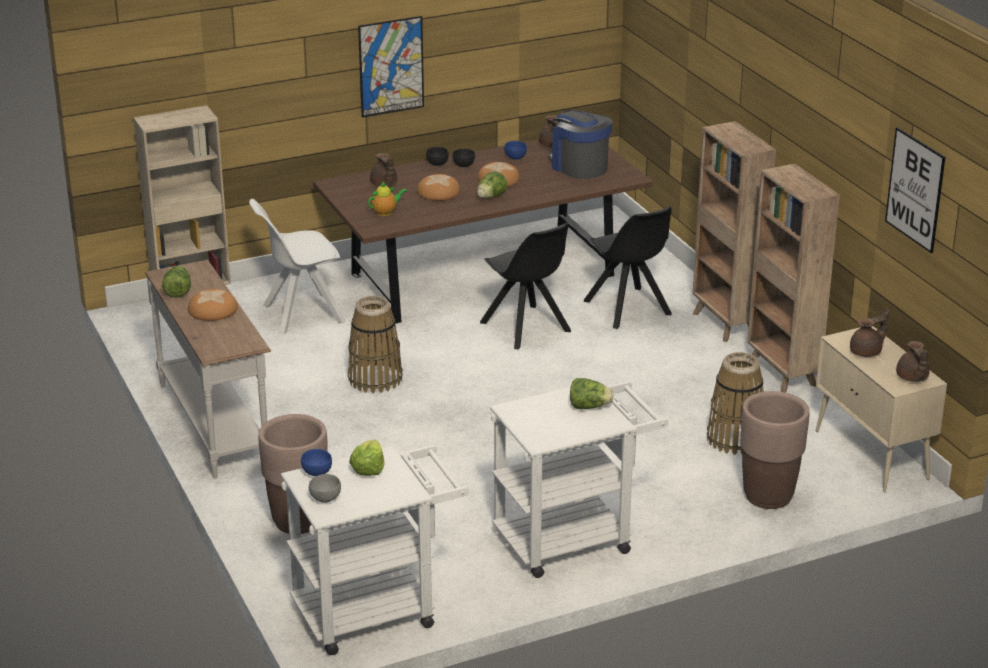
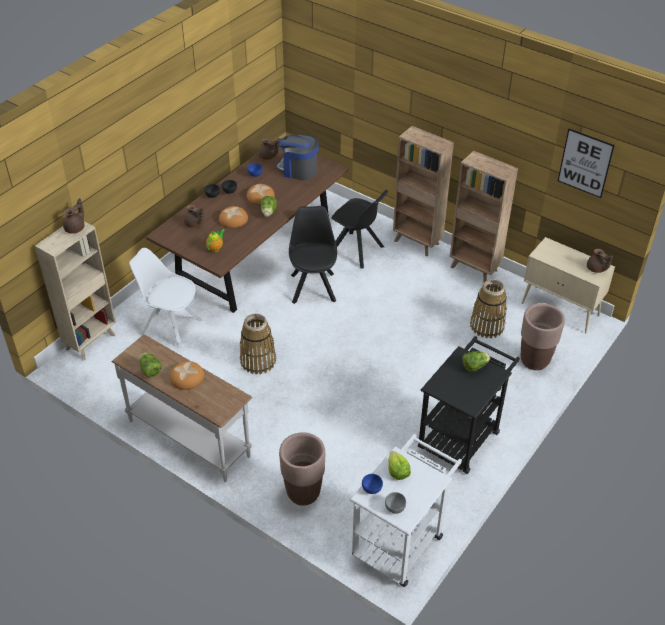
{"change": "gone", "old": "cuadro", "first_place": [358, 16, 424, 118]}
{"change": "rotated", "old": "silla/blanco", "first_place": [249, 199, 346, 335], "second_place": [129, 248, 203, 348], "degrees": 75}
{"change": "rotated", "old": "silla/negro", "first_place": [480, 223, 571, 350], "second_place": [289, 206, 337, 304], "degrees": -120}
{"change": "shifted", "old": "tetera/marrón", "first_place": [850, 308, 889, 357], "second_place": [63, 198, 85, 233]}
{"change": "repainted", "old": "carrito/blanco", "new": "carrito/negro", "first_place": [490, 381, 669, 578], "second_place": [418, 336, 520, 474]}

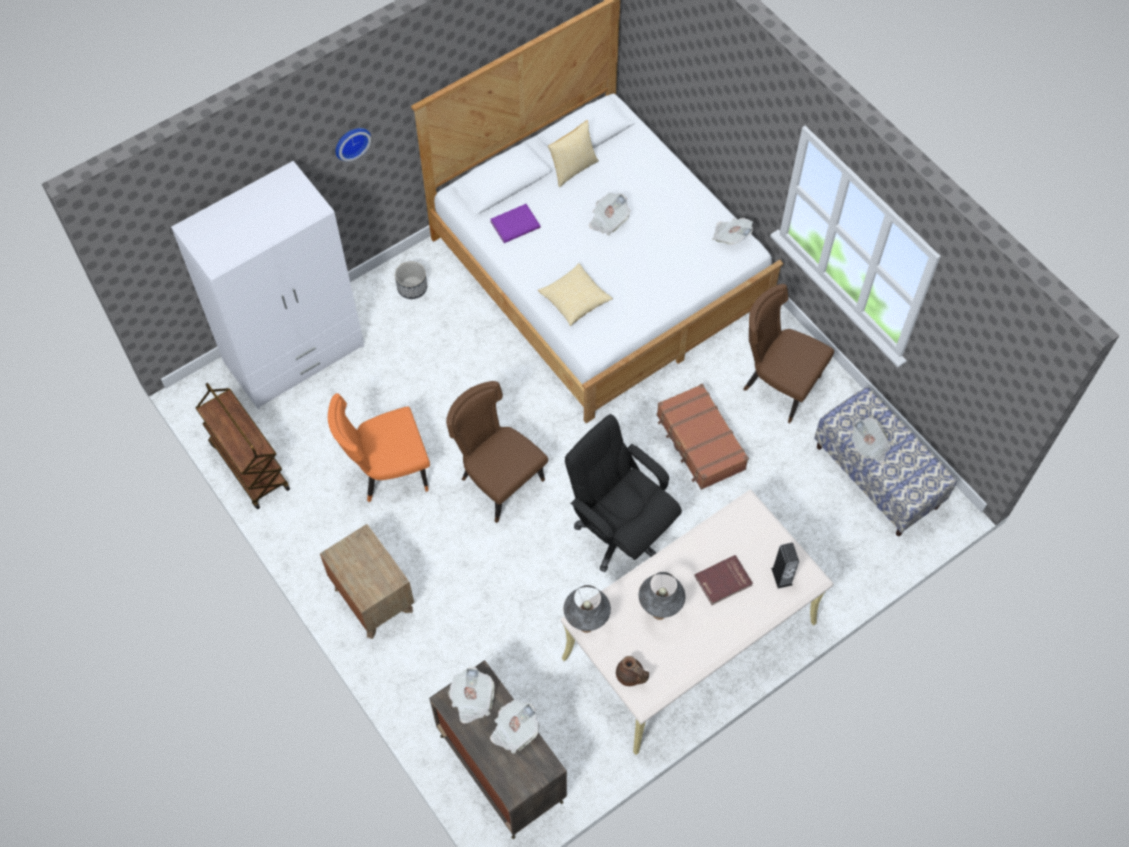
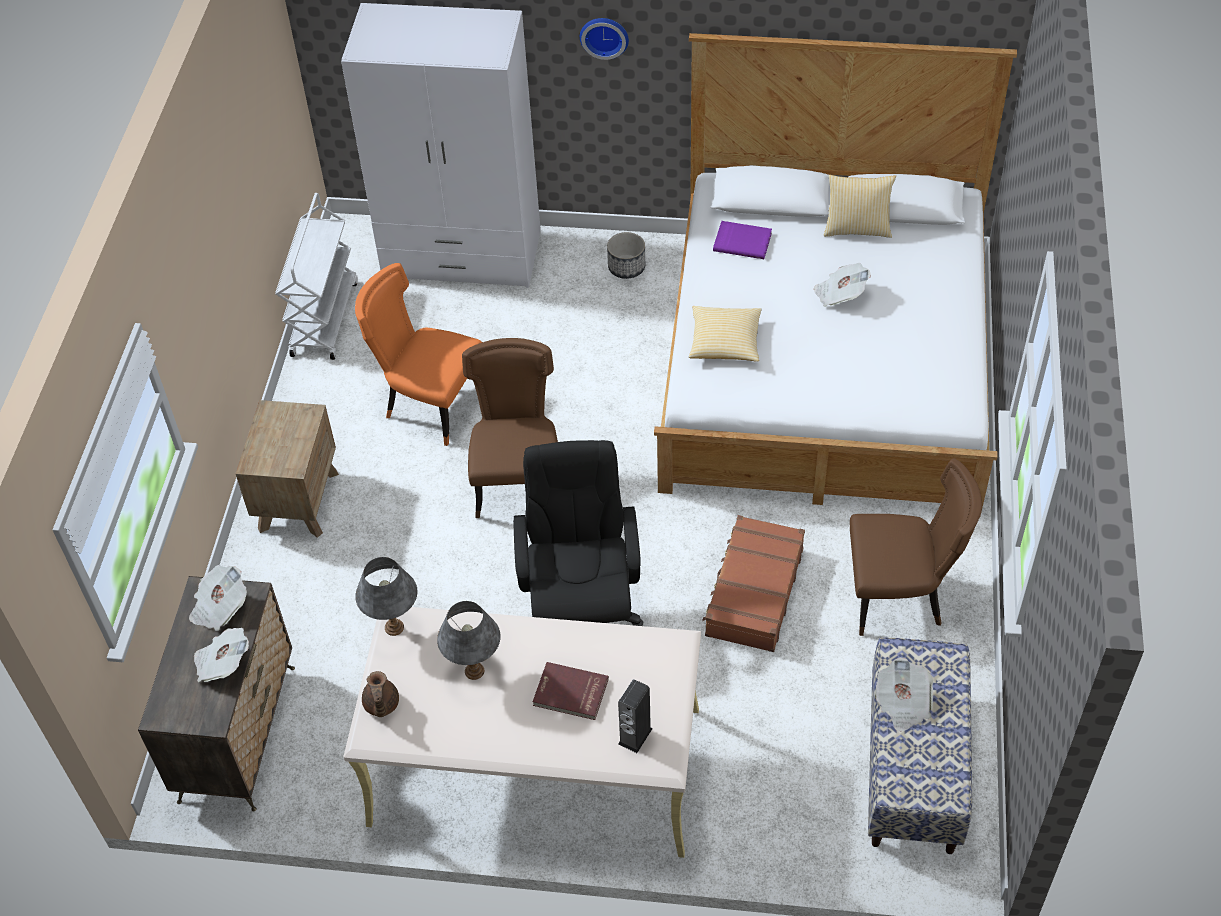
{"change": "gone", "old": "periódico", "first_place": [712, 218, 753, 245]}
{"change": "rotated", "old": "silla/marrón", "first_place": [743, 284, 834, 423], "second_place": [850, 458, 982, 636], "degrees": 105}
{"change": "repainted", "old": "carrito/marrón", "new": "carrito/blanco", "first_place": [196, 383, 290, 509], "second_place": [275, 193, 358, 360]}

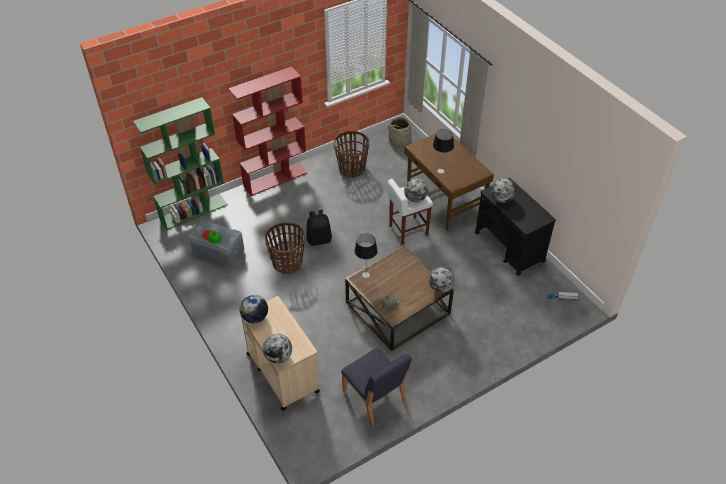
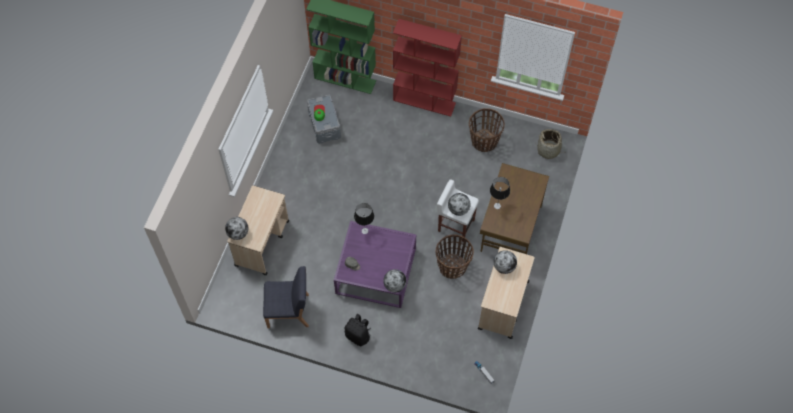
{"change": "repainted", "old": "carrito/negro", "new": "carrito/beis", "first_place": [475, 178, 556, 276], "second_place": [478, 247, 535, 339]}
{"change": "shifted", "old": "mochila/negro", "first_place": [307, 210, 332, 246], "second_place": [345, 314, 371, 346]}
{"change": "shifted", "old": "cesta", "first_place": [265, 222, 305, 274], "second_place": [436, 234, 474, 279]}
{"change": "repainted", "old": "mesa de centro/marrón", "new": "mesa de centro/morado", "first_place": [345, 244, 454, 351], "second_place": [333, 221, 416, 308]}
{"change": "gone", "old": "globo terráqueo", "first_place": [240, 295, 268, 323]}
{"change": "rotated", "old": "silla/azul", "first_place": [341, 348, 412, 426], "second_place": [263, 266, 309, 328], "degrees": -105}

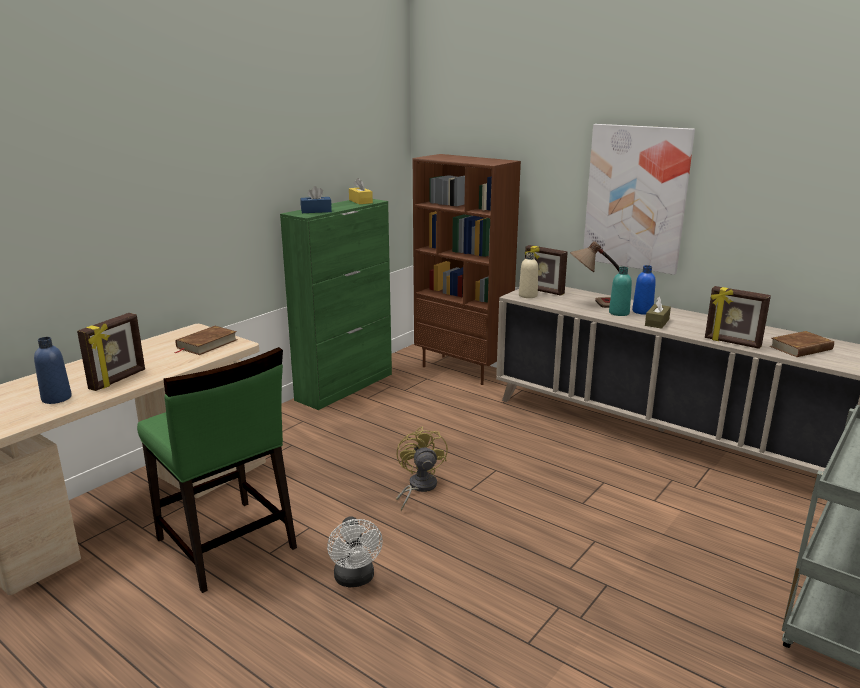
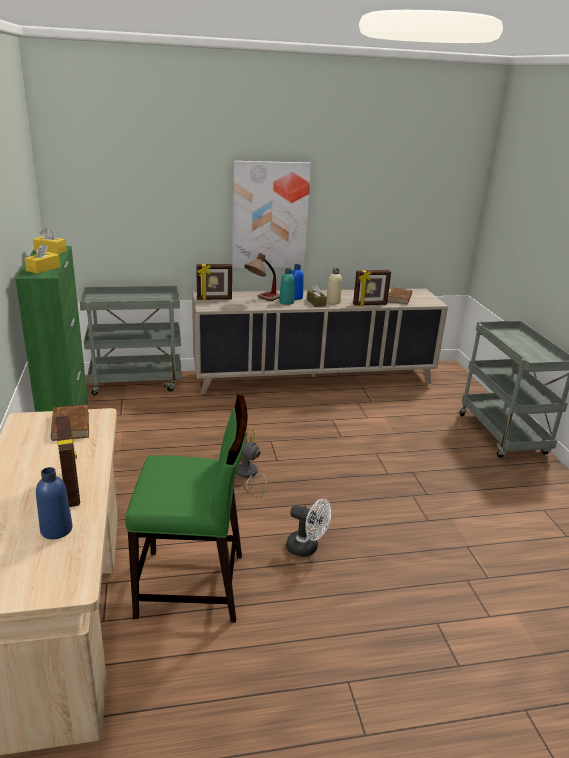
{"change": "swapped", "old": "estantería/marrón", "new": "carrito/gris", "first_place": [413, 154, 521, 385], "second_place": [80, 285, 182, 395]}
{"change": "repainted", "old": "caja de pañuelos/azul", "new": "caja de pañuelos/amarillo", "first_place": [300, 186, 332, 213], "second_place": [24, 244, 60, 274]}
{"change": "shifted", "old": "botella/beis", "first_place": [519, 252, 538, 298], "second_place": [326, 268, 342, 304]}

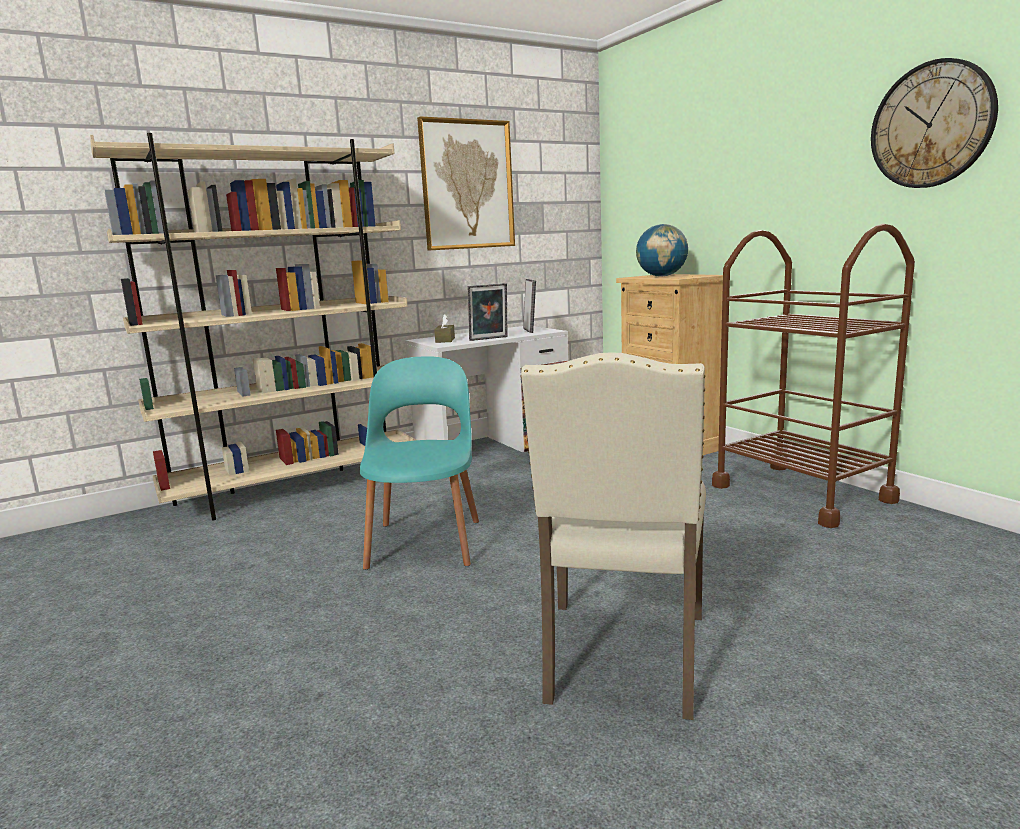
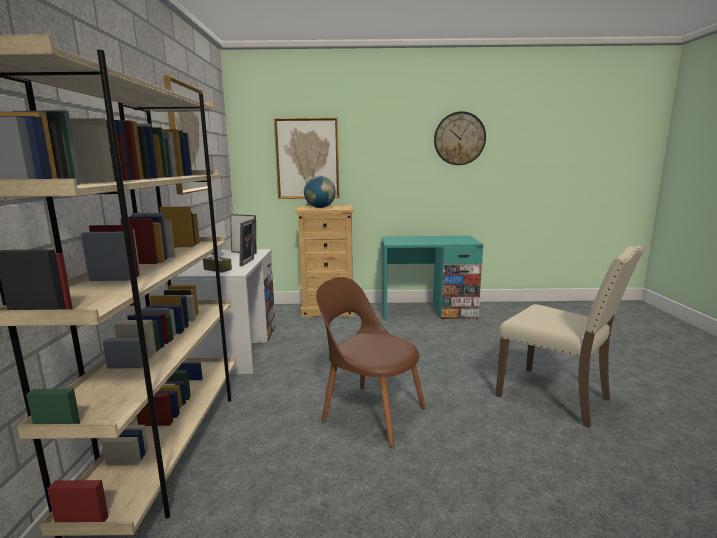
{"change": "swapped", "old": "carrito/marrón", "new": "escritorio/turquesa", "first_place": [712, 224, 915, 528], "second_place": [382, 236, 484, 321]}
{"change": "repainted", "old": "silla/turquesa", "new": "silla/marrón", "first_place": [360, 356, 479, 570], "second_place": [316, 277, 426, 447]}
{"change": "new", "new": "cuadro", "second_place": [274, 117, 339, 199]}

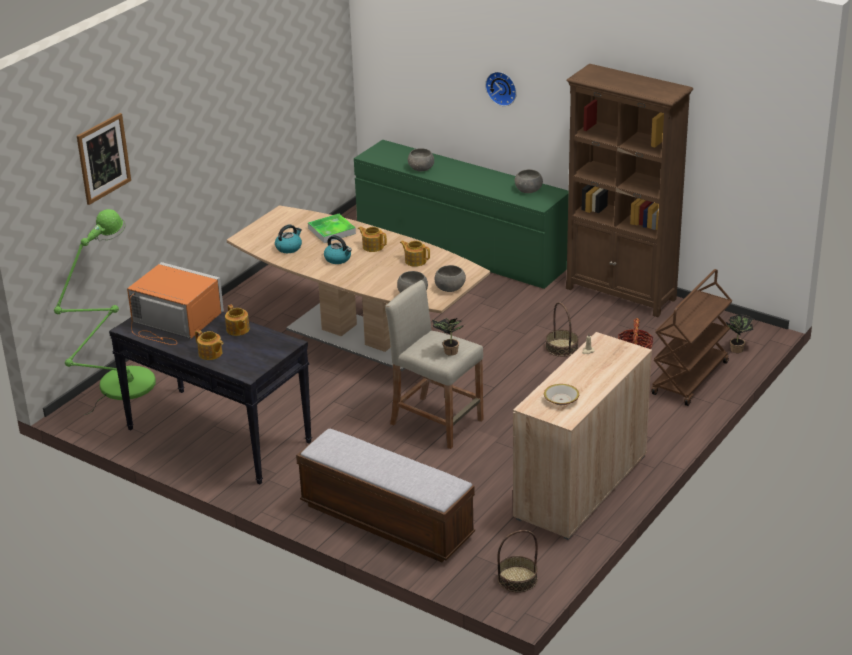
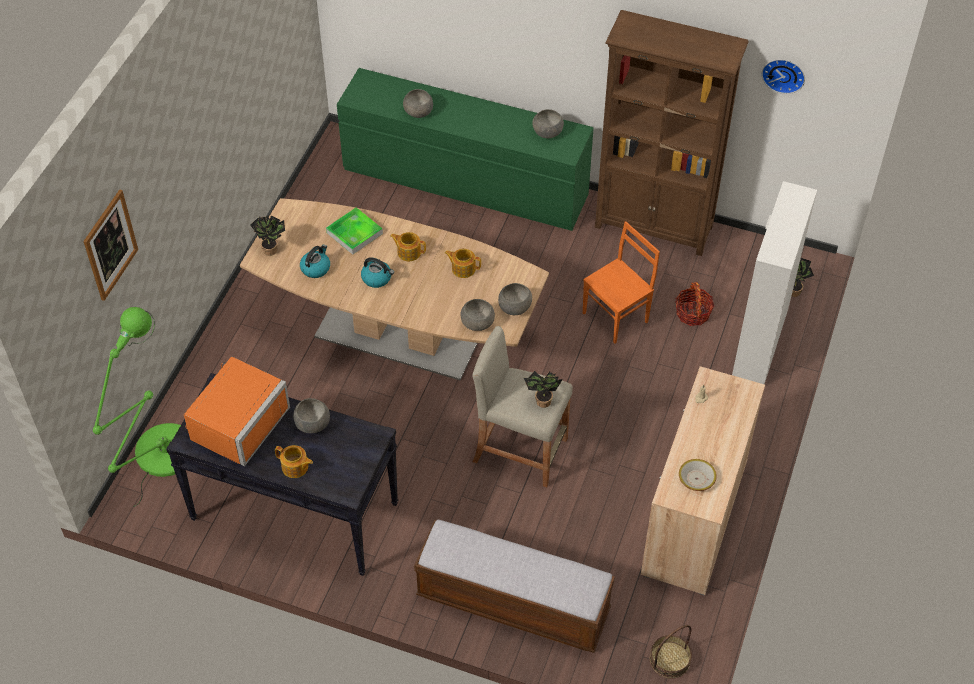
{"change": "shifted", "old": "reloj de pared", "first_place": [485, 72, 517, 106], "second_place": [762, 59, 805, 94]}
{"change": "rotated", "old": "microondas/naranja", "first_place": [127, 262, 224, 345], "second_place": [184, 356, 290, 467], "degrees": 105}
{"change": "swapped", "old": "carrito/marrón", "new": "armario", "first_place": [651, 269, 732, 406], "second_place": [732, 181, 817, 384]}
{"change": "swapped", "old": "cesta", "new": "silla/naranja", "first_place": [546, 302, 579, 357], "second_place": [583, 221, 660, 344]}
{"change": "swapped", "old": "tetera", "new": "cuenco/gris", "first_place": [225, 305, 250, 336], "second_place": [293, 398, 330, 433]}
{"change": "new", "new": "planta en maceta", "second_place": [250, 216, 285, 256]}

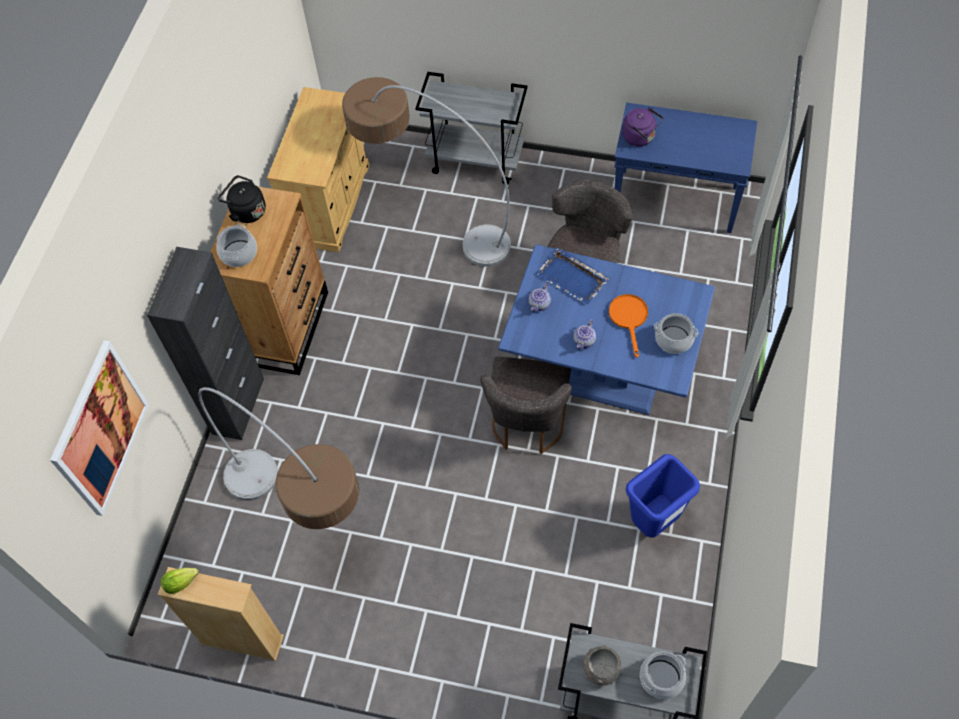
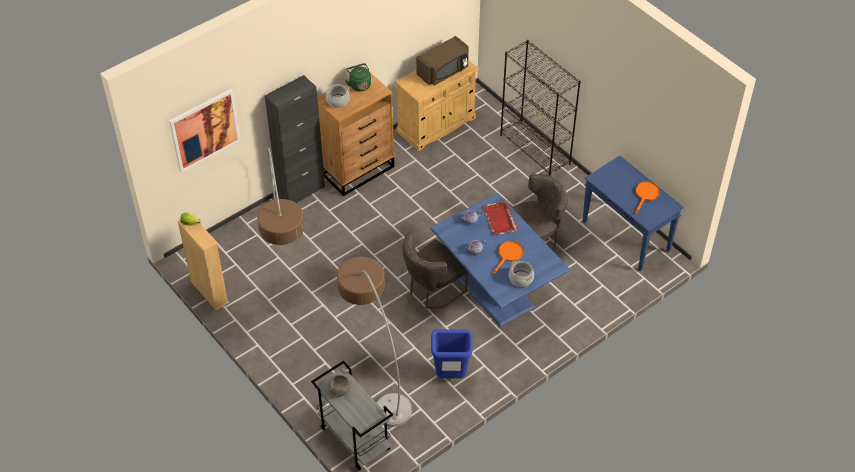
{"change": "swapped", "old": "carrito/gris", "new": "estantería/negro", "first_place": [415, 72, 528, 185], "second_place": [500, 40, 581, 176]}
{"change": "shifted", "old": "lámpara de pie", "first_place": [342, 77, 511, 267], "second_place": [337, 256, 412, 427]}
{"change": "gone", "old": "hervidor/morado", "first_place": [622, 108, 663, 146]}
{"change": "repainted", "old": "hervidor/negro", "new": "hervidor/verde", "first_place": [218, 175, 266, 223], "second_place": [345, 63, 371, 91]}
{"change": "repainted", "old": "bandeja/azul", "new": "bandeja/rojo", "first_place": [535, 248, 610, 304], "second_place": [483, 201, 518, 235]}
{"change": "gone", "old": "olla", "first_place": [640, 652, 686, 699]}
{"change": "new", "new": "microondas/marrón", "second_place": [416, 36, 469, 86]}
{"change": "new", "new": "sartén/naranja", "second_place": [635, 181, 660, 214]}

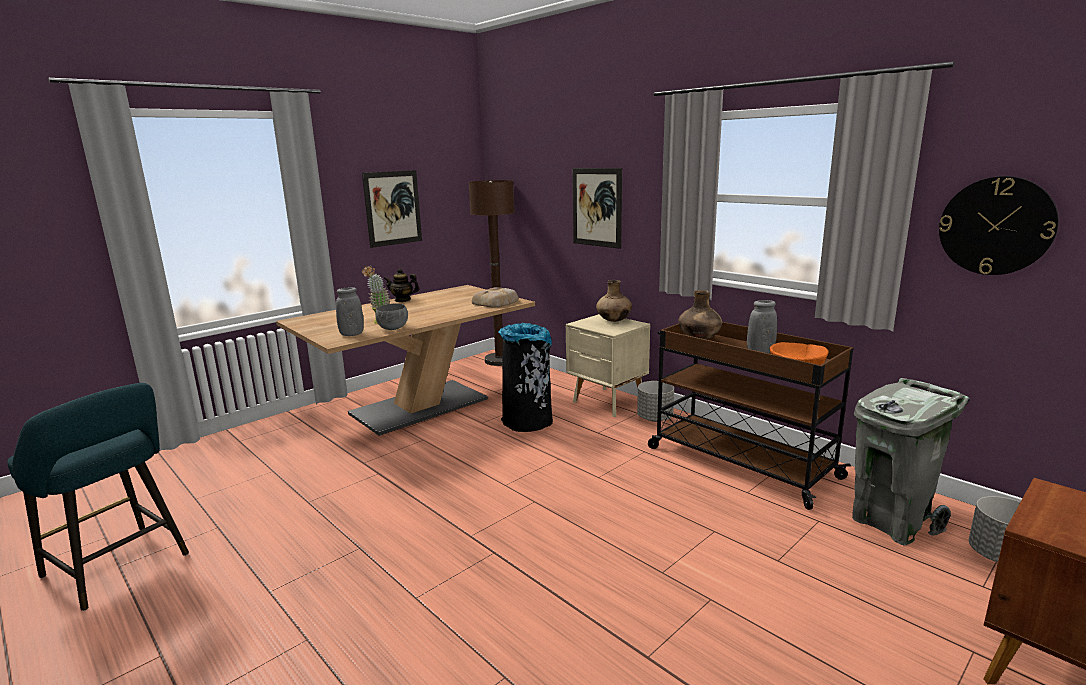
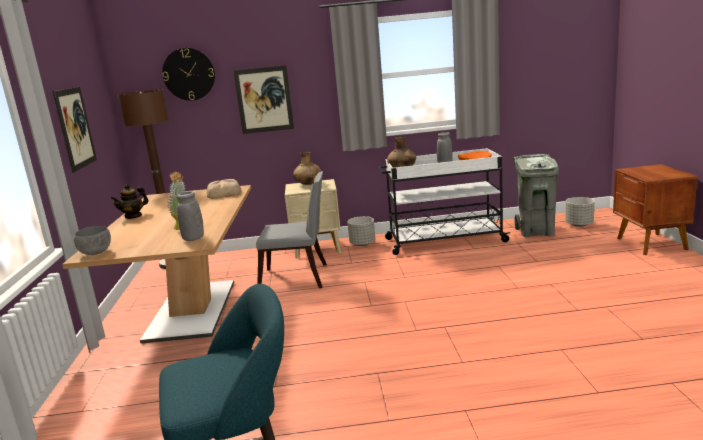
{"change": "shifted", "old": "reloj de pared", "first_place": [939, 176, 1059, 275], "second_place": [162, 48, 215, 100]}
{"change": "shifted", "old": "cuenco/gris", "first_place": [375, 303, 408, 330], "second_place": [74, 226, 111, 255]}
{"change": "repainted", "old": "carrito/marrón", "new": "carrito/blanco", "first_place": [648, 322, 853, 510], "second_place": [378, 148, 511, 255]}
{"change": "swapped", "old": "papelera/negro", "new": "silla/gris", "first_place": [498, 323, 553, 432], "second_place": [256, 171, 327, 288]}

